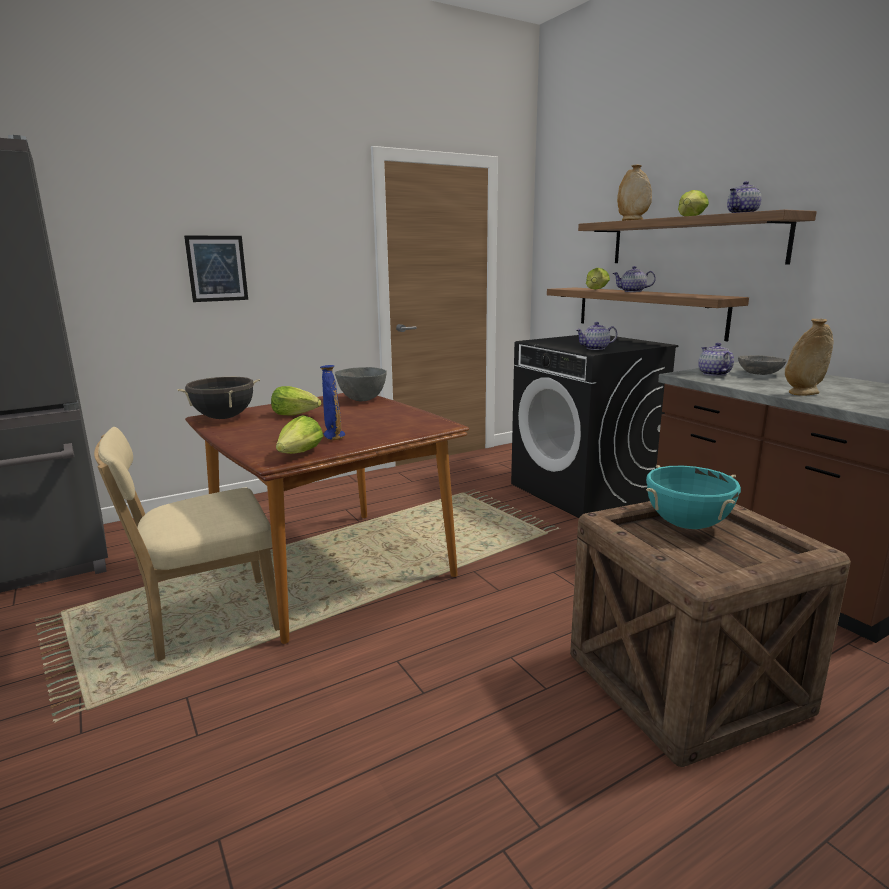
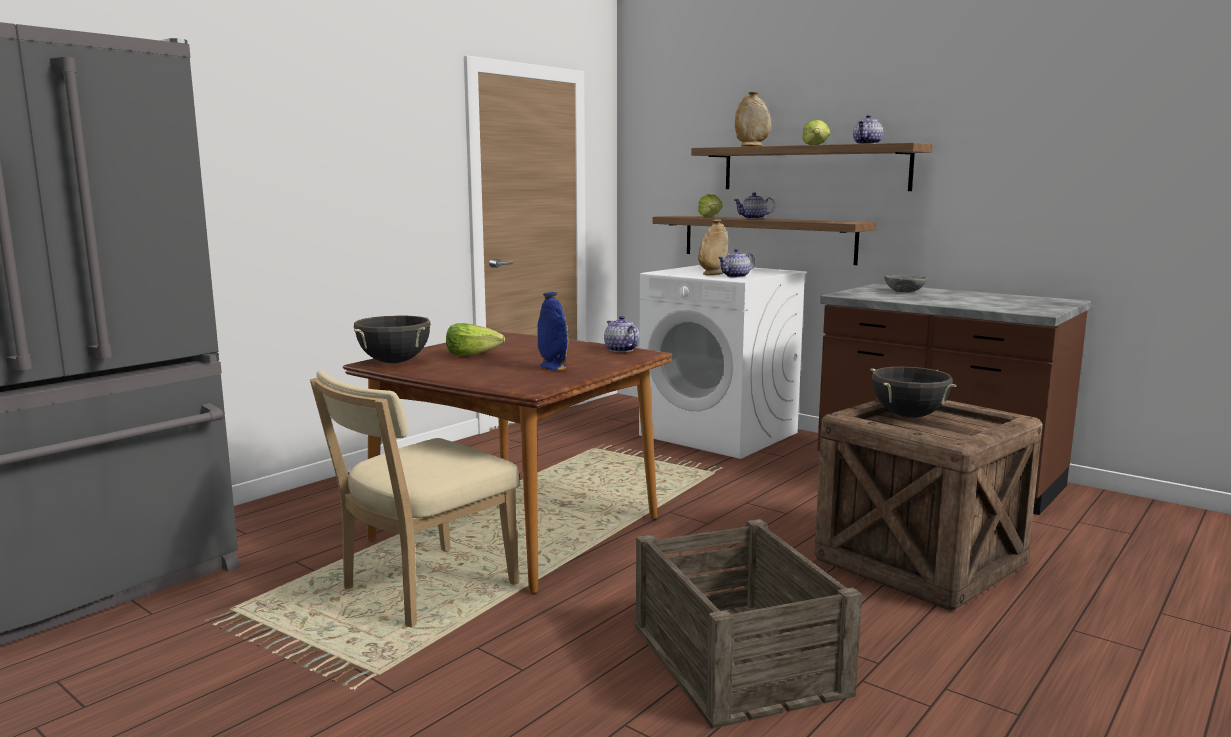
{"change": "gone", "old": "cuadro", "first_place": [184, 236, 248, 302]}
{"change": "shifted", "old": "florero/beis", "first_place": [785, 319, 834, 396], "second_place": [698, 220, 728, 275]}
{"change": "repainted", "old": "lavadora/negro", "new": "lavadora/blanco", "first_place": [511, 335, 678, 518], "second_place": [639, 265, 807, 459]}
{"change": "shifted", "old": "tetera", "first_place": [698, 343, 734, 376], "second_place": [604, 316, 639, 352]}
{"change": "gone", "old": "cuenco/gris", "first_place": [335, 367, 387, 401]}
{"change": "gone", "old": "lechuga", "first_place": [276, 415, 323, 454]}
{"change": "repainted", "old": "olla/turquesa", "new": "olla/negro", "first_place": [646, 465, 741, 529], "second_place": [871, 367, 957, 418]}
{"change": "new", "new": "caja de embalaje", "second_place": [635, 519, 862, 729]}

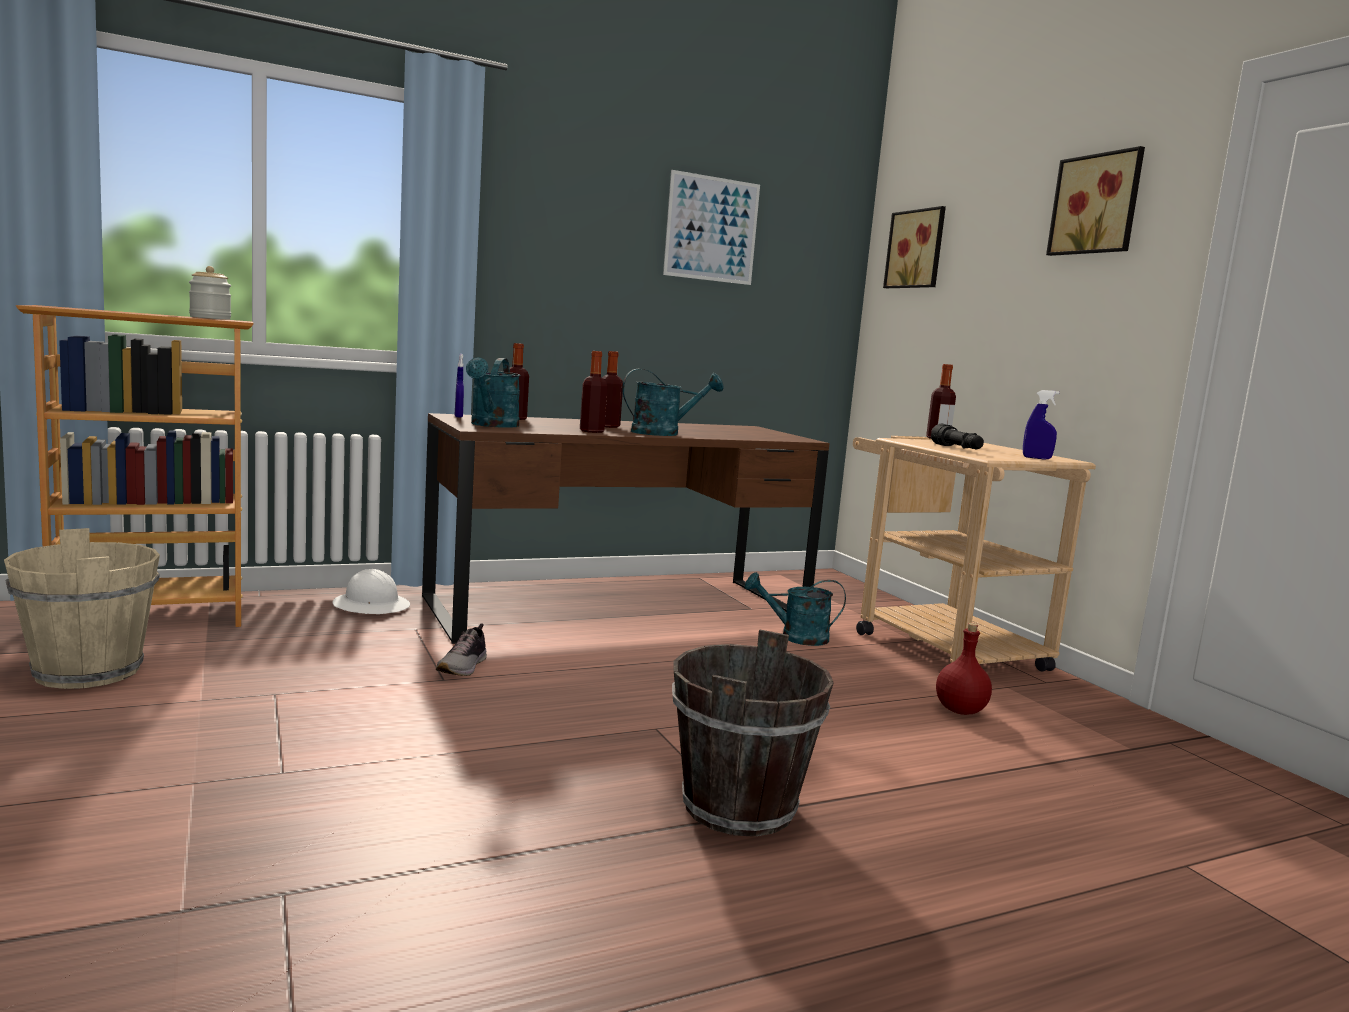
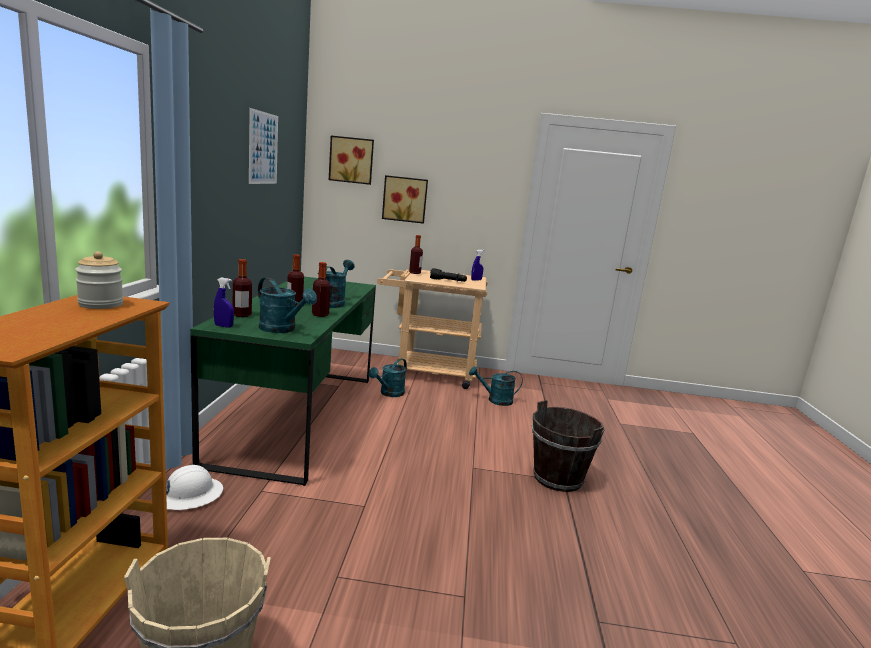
{"change": "shifted", "old": "cuadro", "first_place": [1046, 146, 1145, 256], "second_place": [382, 175, 428, 224]}
{"change": "repainted", "old": "escritorio/marrón", "new": "escritorio/verde", "first_place": [422, 413, 830, 644], "second_place": [190, 277, 376, 486]}
{"change": "gone", "old": "zapato", "first_place": [436, 623, 487, 676]}
{"change": "swapped", "old": "botella/rojo", "new": "regadera/turquesa", "first_place": [936, 623, 992, 715], "second_place": [469, 366, 523, 406]}

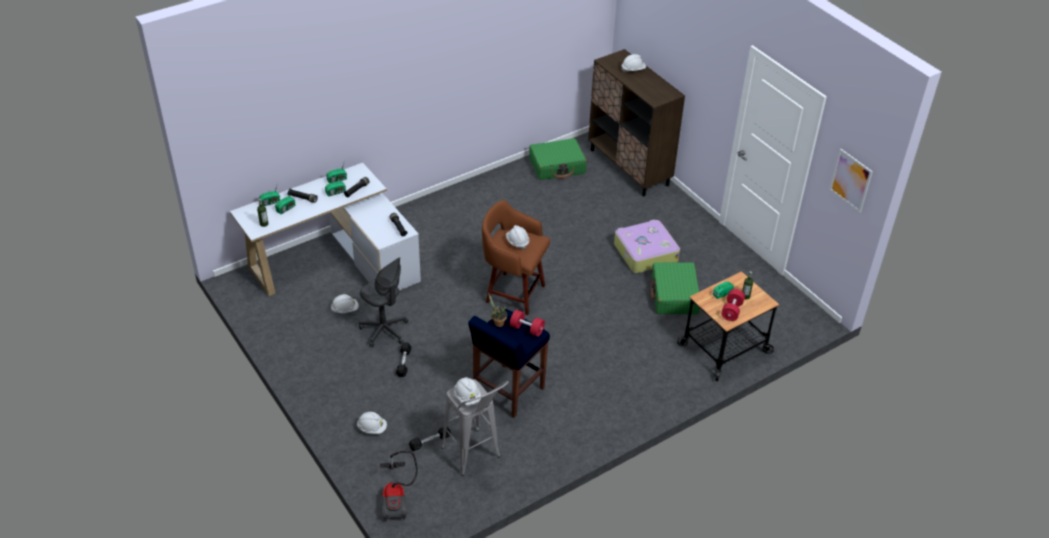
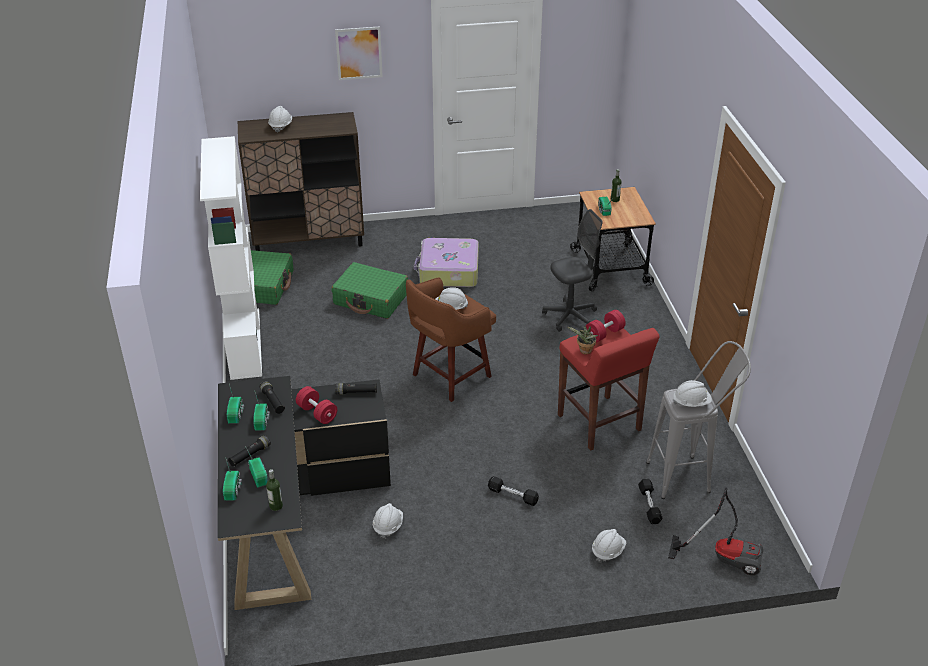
{"change": "shifted", "old": "cuadro", "first_place": [829, 149, 873, 213], "second_place": [335, 26, 383, 80]}
{"change": "repainted", "old": "escritorio/blanco", "new": "escritorio/negro", "first_place": [230, 163, 421, 296], "second_place": [218, 376, 391, 610]}
{"change": "shifted", "old": "silla de oficina/gris", "first_place": [359, 257, 408, 347], "second_place": [542, 209, 603, 332]}
{"change": "shifted", "old": "maleta/verde", "first_place": [651, 262, 700, 314], "second_place": [332, 262, 408, 319]}
{"change": "shifted", "old": "mancuerna/rojo", "first_place": [721, 289, 745, 321], "second_place": [296, 386, 337, 424]}
{"change": "repainted", "old": "taburete/azul", "new": "taburete/rojo", "first_place": [468, 309, 550, 418], "second_place": [558, 328, 660, 451]}
{"change": "new", "new": "estantería/blanco", "second_place": [200, 136, 262, 380]}

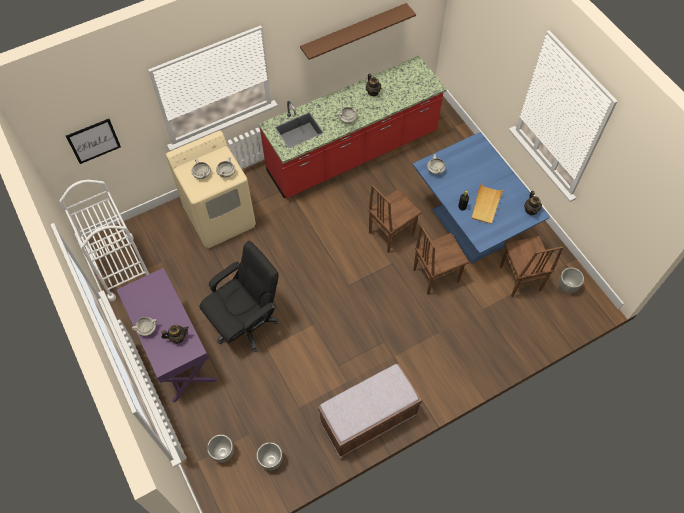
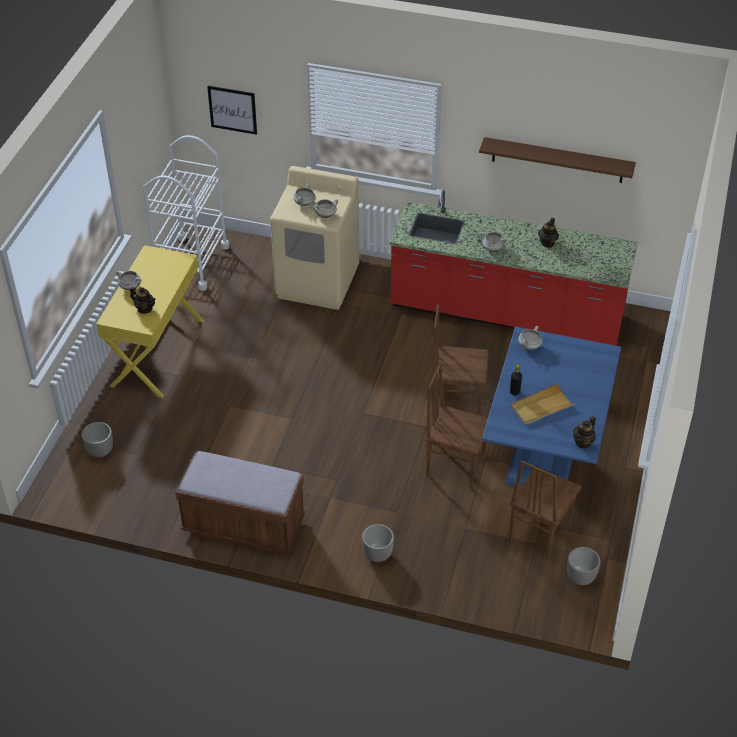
{"change": "gone", "old": "silla de oficina/negro", "first_place": [199, 241, 279, 352]}
{"change": "repainted", "old": "escritorio/morado", "new": "escritorio/amarillo", "first_place": [116, 268, 218, 403], "second_place": [96, 245, 204, 398]}
{"change": "shifted", "old": "maceta", "first_place": [256, 442, 283, 471], "second_place": [362, 524, 394, 562]}

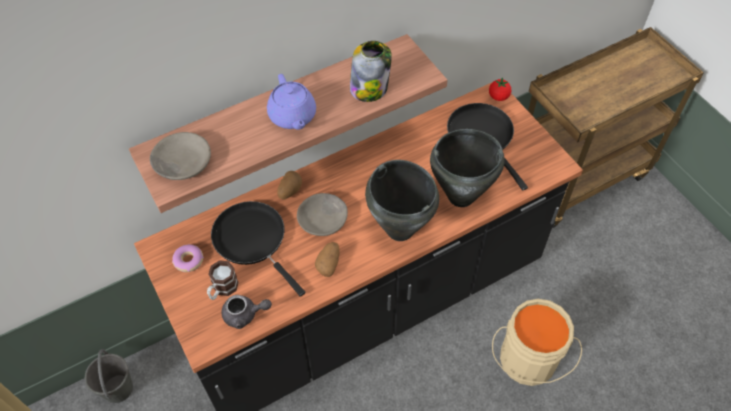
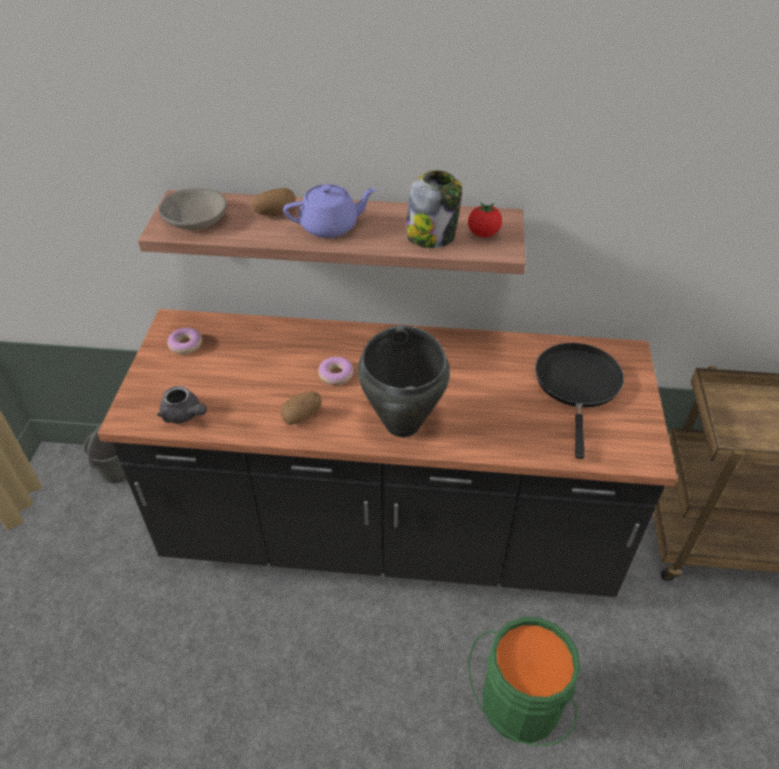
{"change": "rotated", "old": "tetera/morado", "first_place": [267, 74, 316, 130], "second_place": [283, 184, 377, 238], "degrees": -120}
{"change": "shifted", "old": "tomate", "first_place": [489, 78, 511, 101], "second_place": [468, 202, 502, 237]}
{"change": "gone", "old": "olla/negro", "first_place": [430, 129, 505, 207]}
{"change": "shifted", "old": "patata", "first_place": [277, 171, 302, 200], "second_place": [252, 188, 296, 216]}
{"change": "swapped", "old": "cuenco/gris", "new": "rosquilla", "first_place": [297, 193, 348, 236], "second_place": [318, 357, 354, 385]}
{"change": "gone", "old": "sartén/negro", "first_place": [211, 201, 305, 297]}
{"change": "gone", "old": "taza grande", "first_place": [207, 260, 239, 300]}
{"change": "repainted", "old": "cubo/beis", "new": "cubo/verde", "first_place": [492, 299, 582, 386], "second_place": [468, 617, 581, 746]}

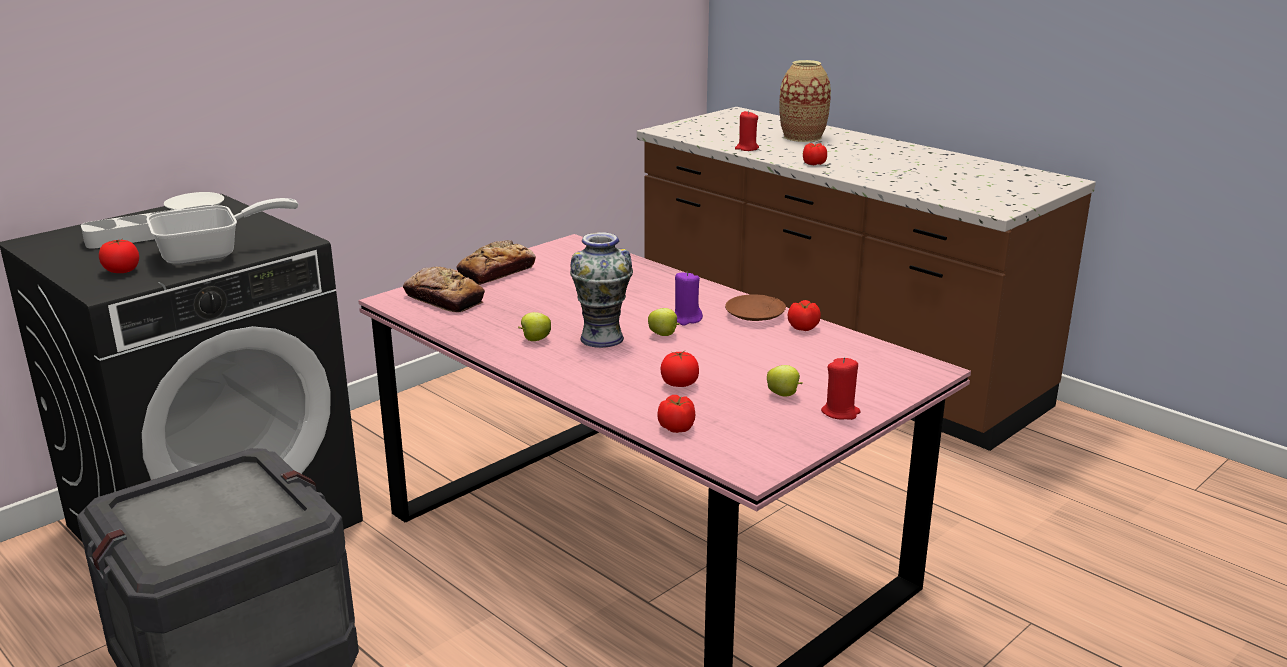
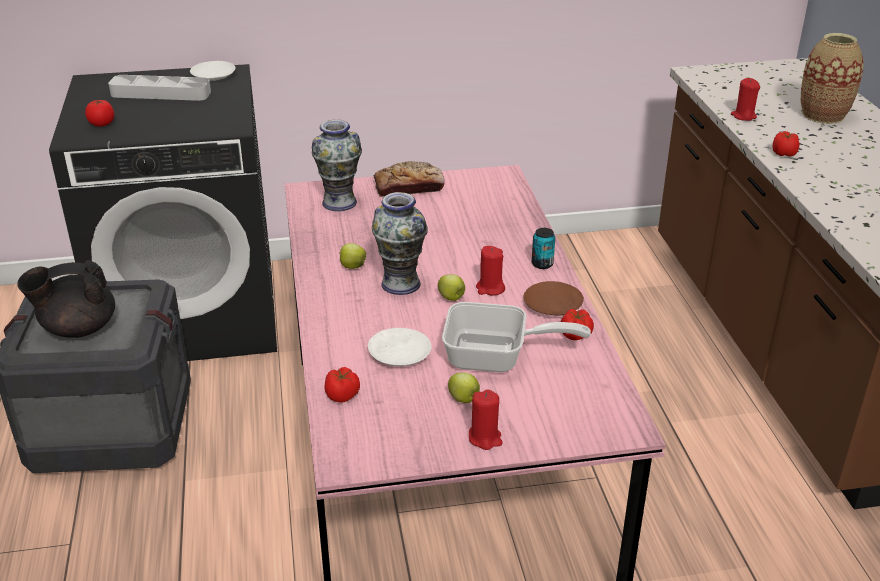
{"change": "shifted", "old": "sartén", "first_place": [146, 198, 298, 265], "second_place": [442, 302, 591, 372]}
{"change": "swapped", "old": "pan", "new": "florero", "first_place": [403, 267, 485, 312], "second_place": [312, 119, 362, 211]}
{"change": "repainted", "old": "vela/morado", "new": "vela/rojo", "first_place": [675, 271, 703, 325], "second_place": [476, 246, 505, 296]}
{"change": "swapped", "old": "tomate", "new": "plato/blanco", "first_place": [660, 351, 699, 387], "second_place": [368, 328, 431, 366]}
{"change": "new", "new": "lata", "second_place": [532, 228, 555, 269]}
{"change": "new", "new": "tetera/negro", "second_place": [18, 260, 115, 338]}

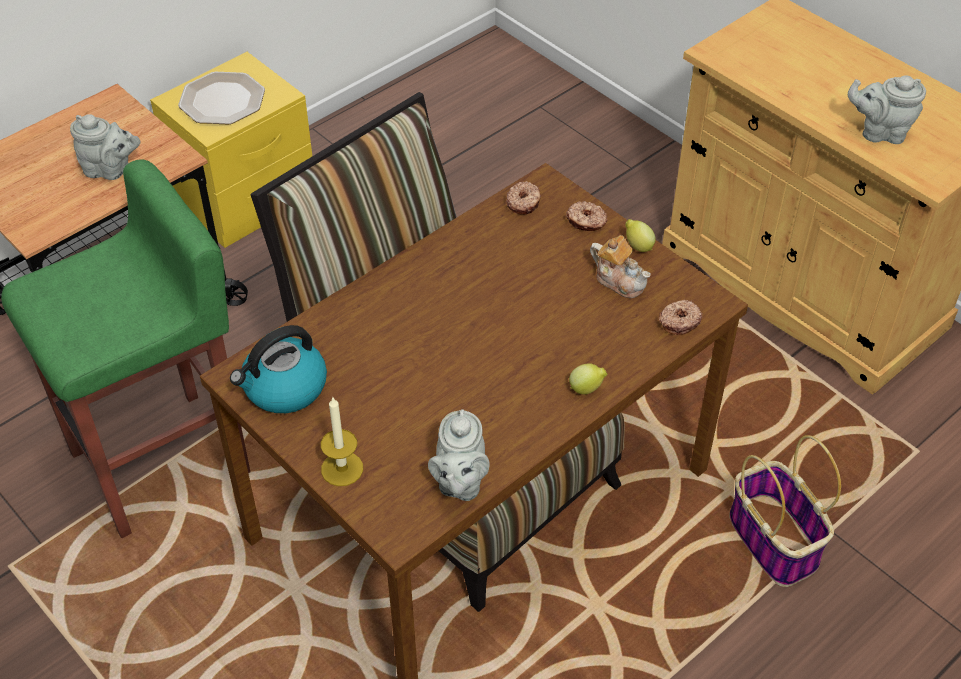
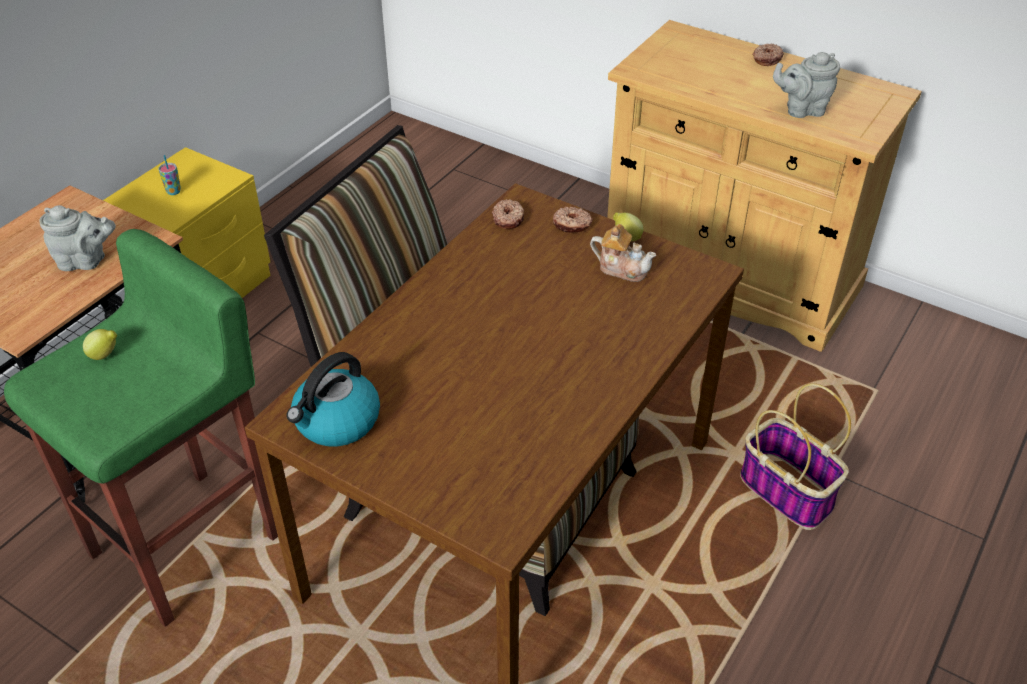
{"change": "swapped", "old": "plato", "new": "taza", "first_place": [178, 72, 265, 125], "second_place": [158, 155, 181, 195]}
{"change": "shifted", "old": "rosquilla", "first_place": [659, 300, 702, 335], "second_place": [753, 44, 784, 66]}
{"change": "shifted", "old": "limón", "first_place": [569, 363, 607, 395], "second_place": [83, 329, 117, 360]}
{"change": "gone", "old": "vela", "first_place": [321, 396, 363, 486]}
{"change": "gone", "old": "tetera/gris", "first_place": [428, 409, 490, 501]}

